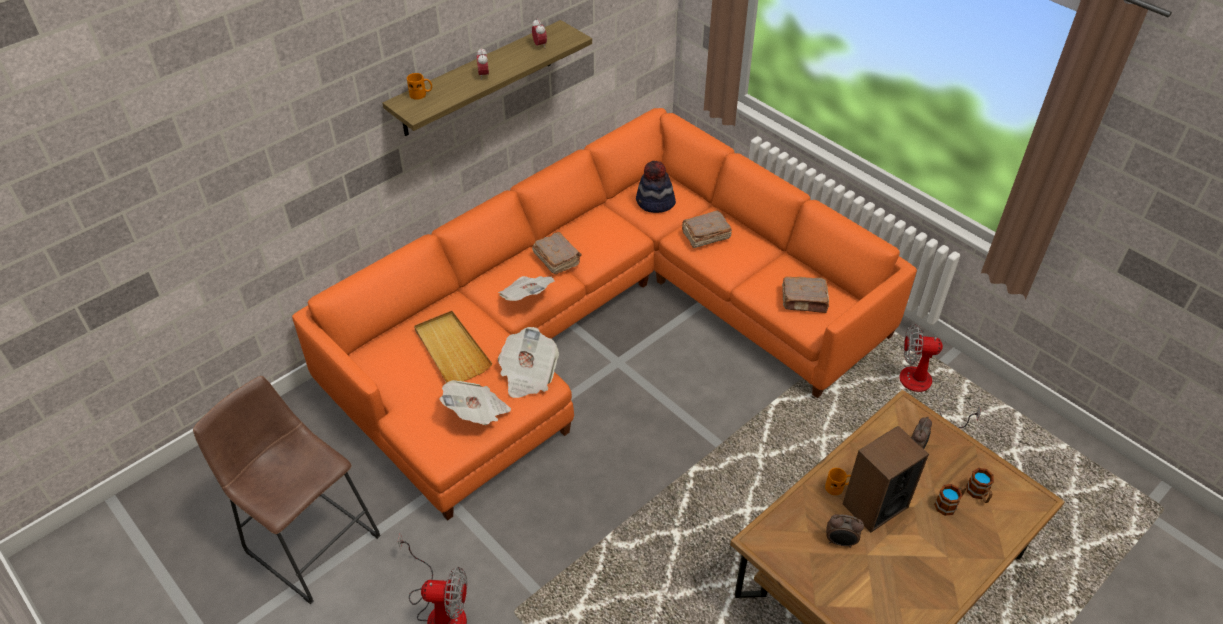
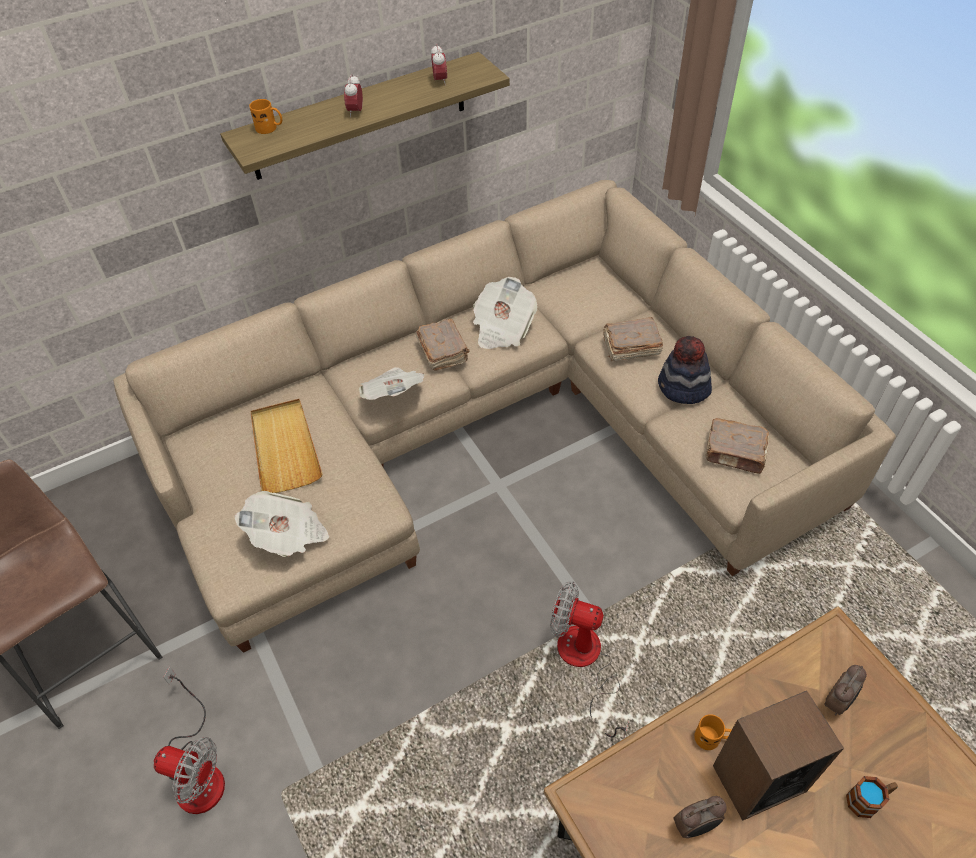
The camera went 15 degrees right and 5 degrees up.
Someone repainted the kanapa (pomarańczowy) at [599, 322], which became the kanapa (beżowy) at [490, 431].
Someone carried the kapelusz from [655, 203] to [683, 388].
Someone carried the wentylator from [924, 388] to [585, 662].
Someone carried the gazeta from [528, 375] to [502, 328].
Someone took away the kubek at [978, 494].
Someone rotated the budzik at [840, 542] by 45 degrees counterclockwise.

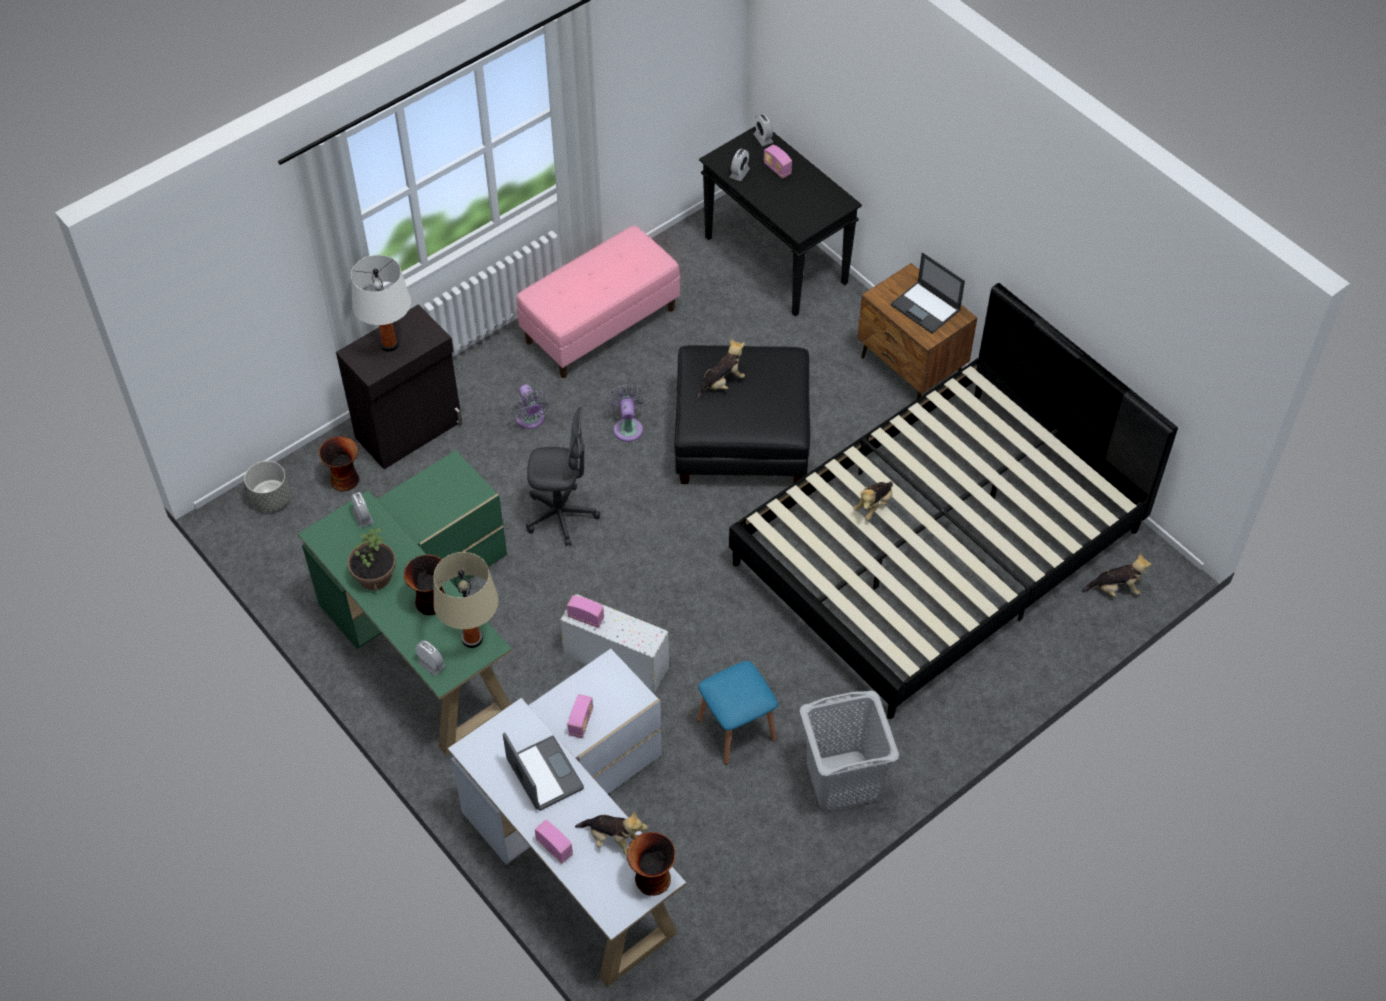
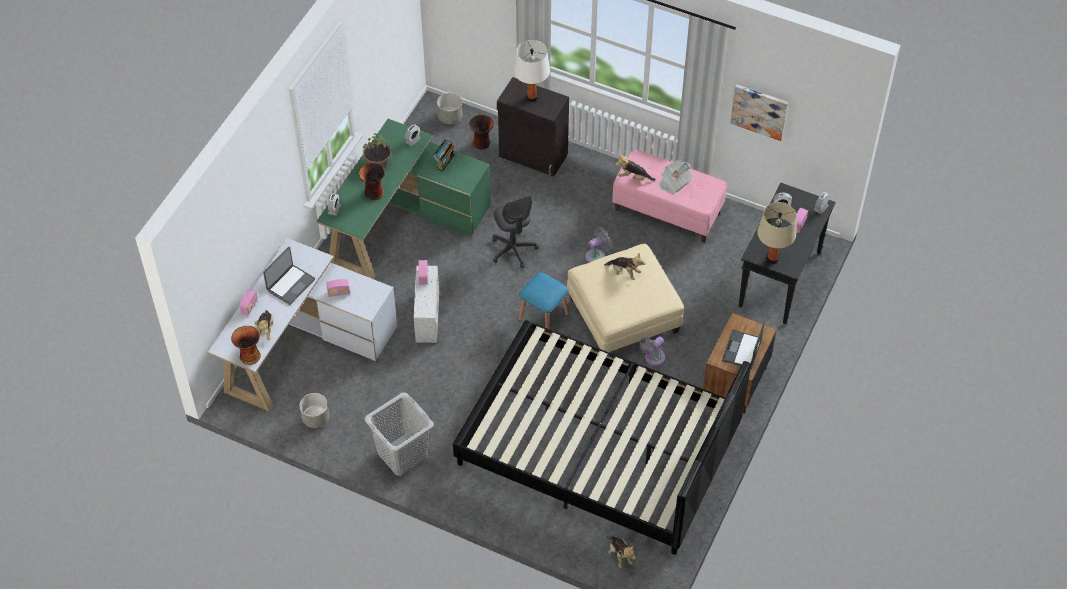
The camera went 65 degrees right and 0 degrees up.
Someone repainted the pufa (czarny) at [741, 437], which became the pufa (beżowy) at [623, 315].
Someone carried the wentylator (szary) from [531, 420] to [653, 359].
Someone carried the pluszak from [874, 505] to [633, 177].
Someone carried the lampa stołowa (beżowy) from [472, 639] to [772, 258].
Someone carried the stołek (niebieski) from [736, 729] to [543, 317].
Someone put up the obraz at [759, 111].
Someone put down the radio at [444, 161].
Someone put down the gazeta at [673, 183].
Someone put down the donica (szary) at [316, 418].

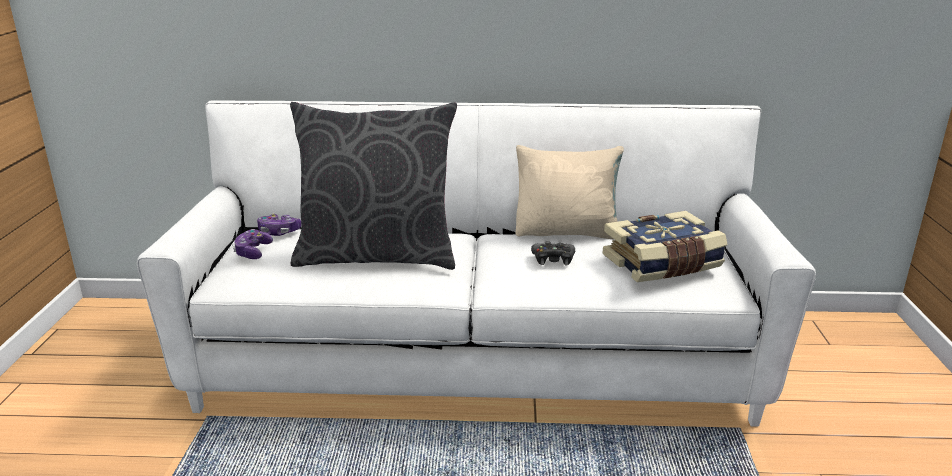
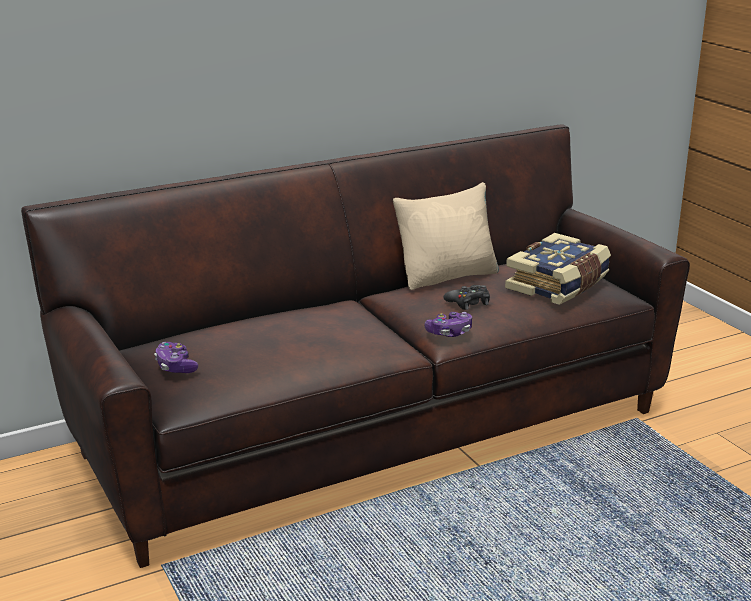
The camera went 30 degrees left and 0 degrees up.
Someone repainted the kanapa (biały) at [476, 361], which became the kanapa (brązowy) at [375, 432].
Someone took away the poduszka (szary) at [377, 256].
Someone carried the pad do gier from [279, 232] to [449, 332].

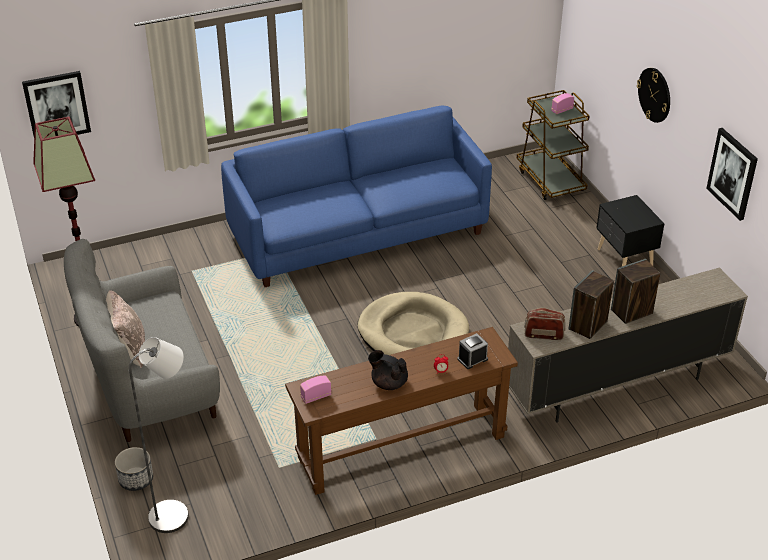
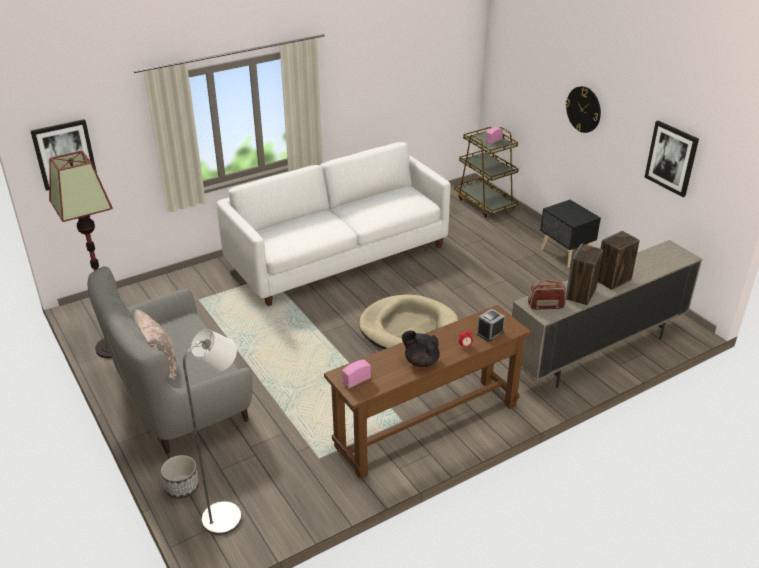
The camera went 10 degrees left and 5 degrees down.
Someone repainted the kanapa (niebieski) at [358, 233], which became the kanapa (biały) at [338, 256].

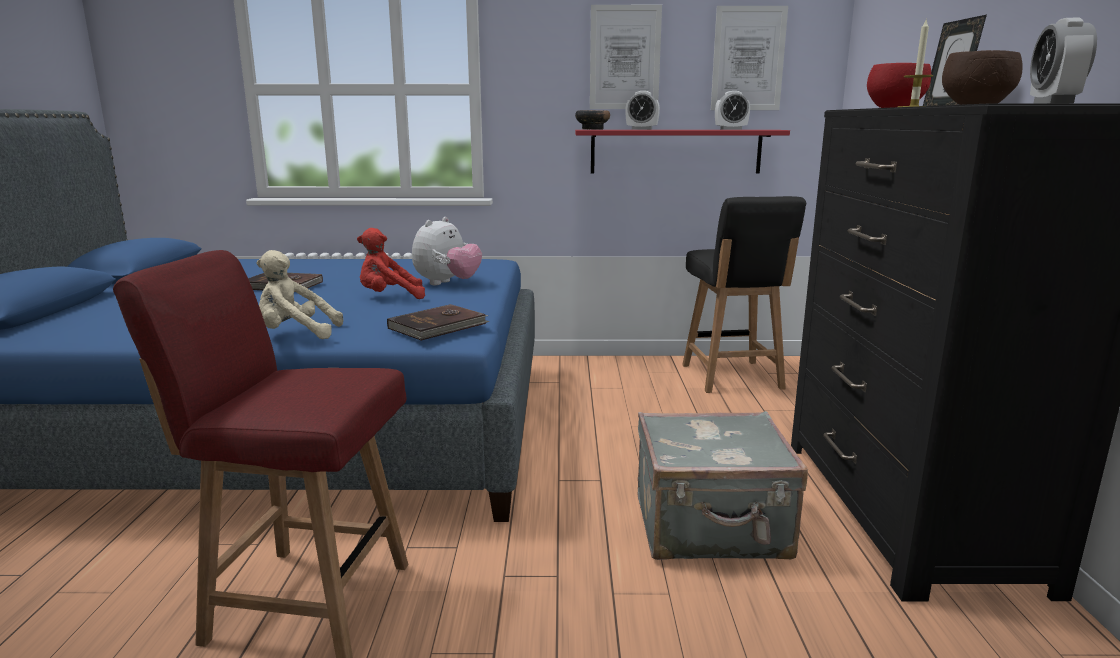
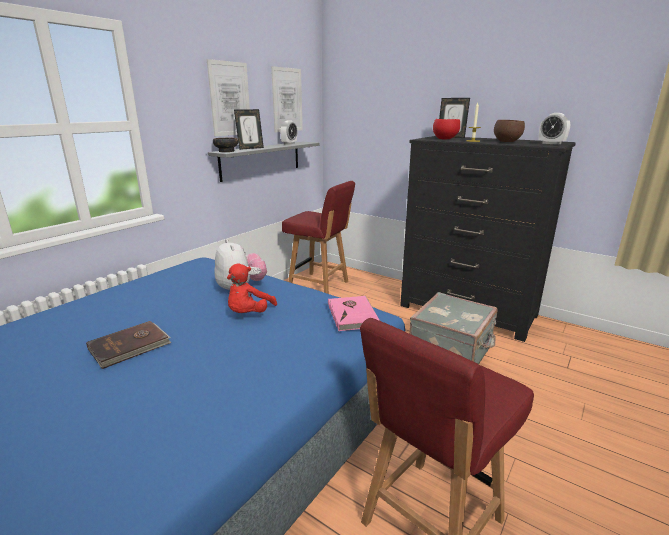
The camera went 55 degrees left and 5 degrees up.
Someone swapped the budzik at [641, 129] for the ramka na zdjęcie at [250, 148].
Someone repainted the półka (czerwony) at [675, 151], which became the półka (szary) at [261, 160].
Someone repainted the krzesło (czarny) at [732, 377], which became the krzesło (czerwony) at [319, 285].
Someone took away the pluszak (beżowy) at [296, 334].
Someone repainted the książka (brązowy) at [439, 326], which became the książka (różowy) at [353, 315].

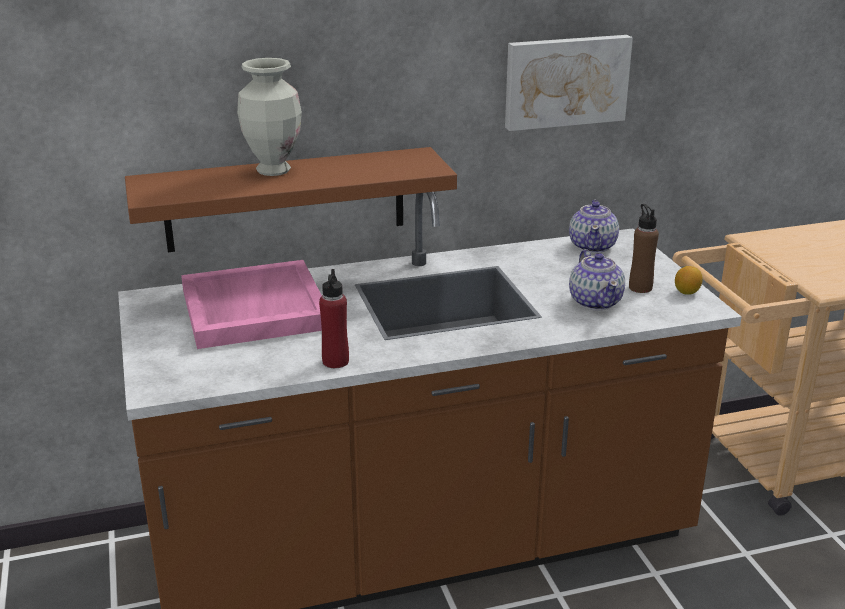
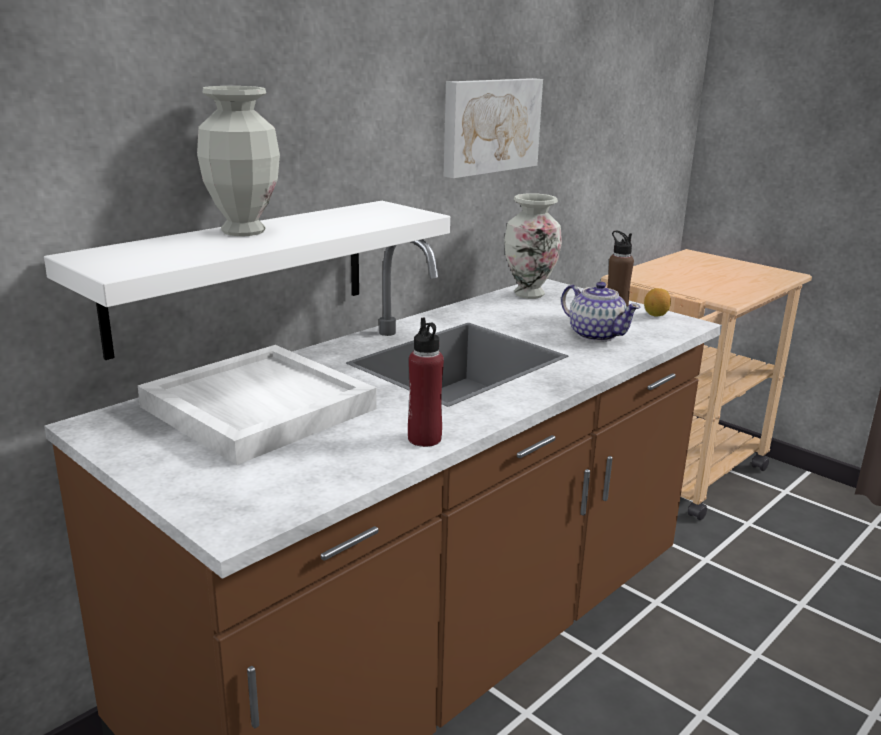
The camera went 30 degrees left and 5 degrees down.
Someone repainted the półka (brązowy) at [286, 199], which became the półka (biały) at [242, 274].
Someone swapped the imbryk at [593, 246] for the wazon at [529, 294].
Someone repainted the taca (różowy) at [252, 309], which became the taca (biały) at [256, 408].

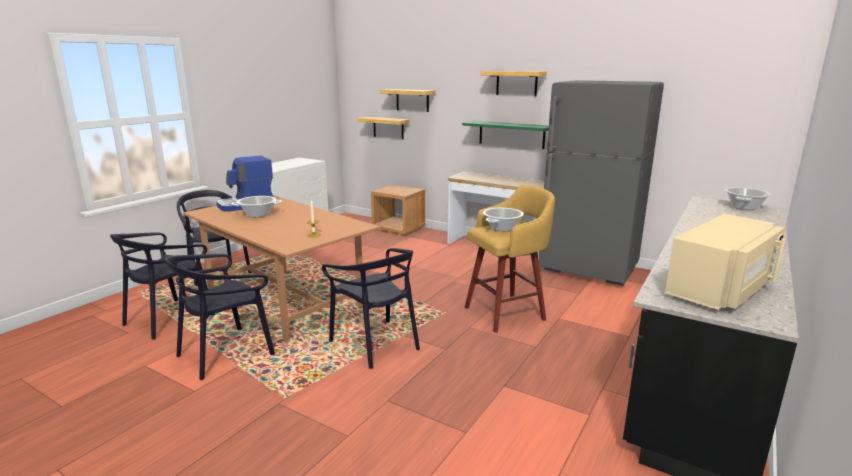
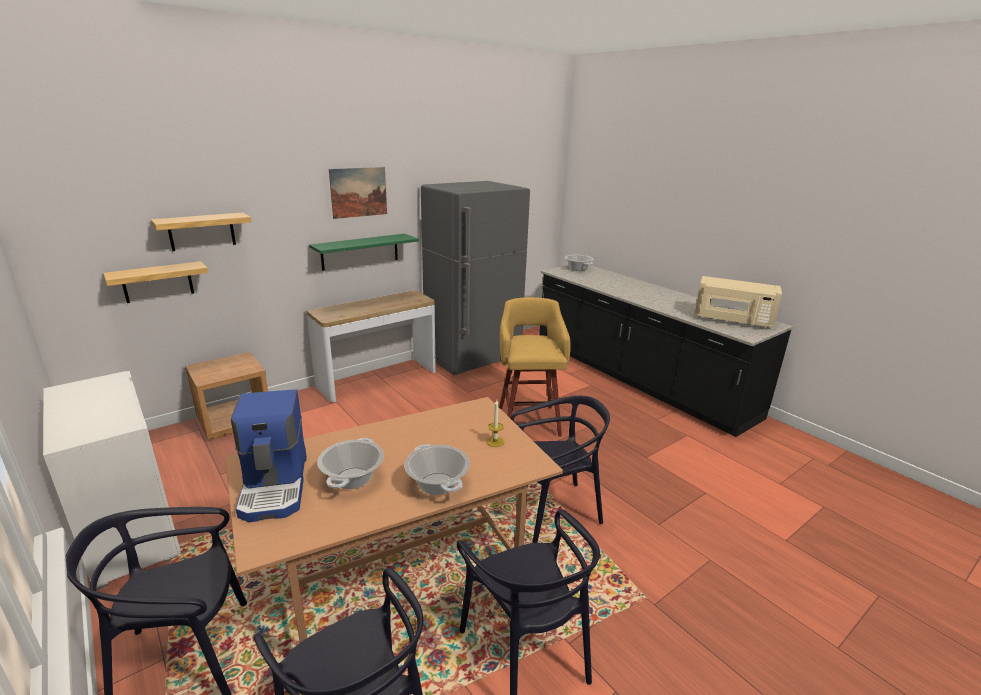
The camera went 70 degrees left and 5 degrees up.
Someone swapped the półka at [516, 83] for the obraz at [358, 192].
Someone carried the garnek from [502, 228] to [438, 484].
Someone rotated the mikrofalówka (beżowy) at [721, 289] by 135 degrees clockwise.

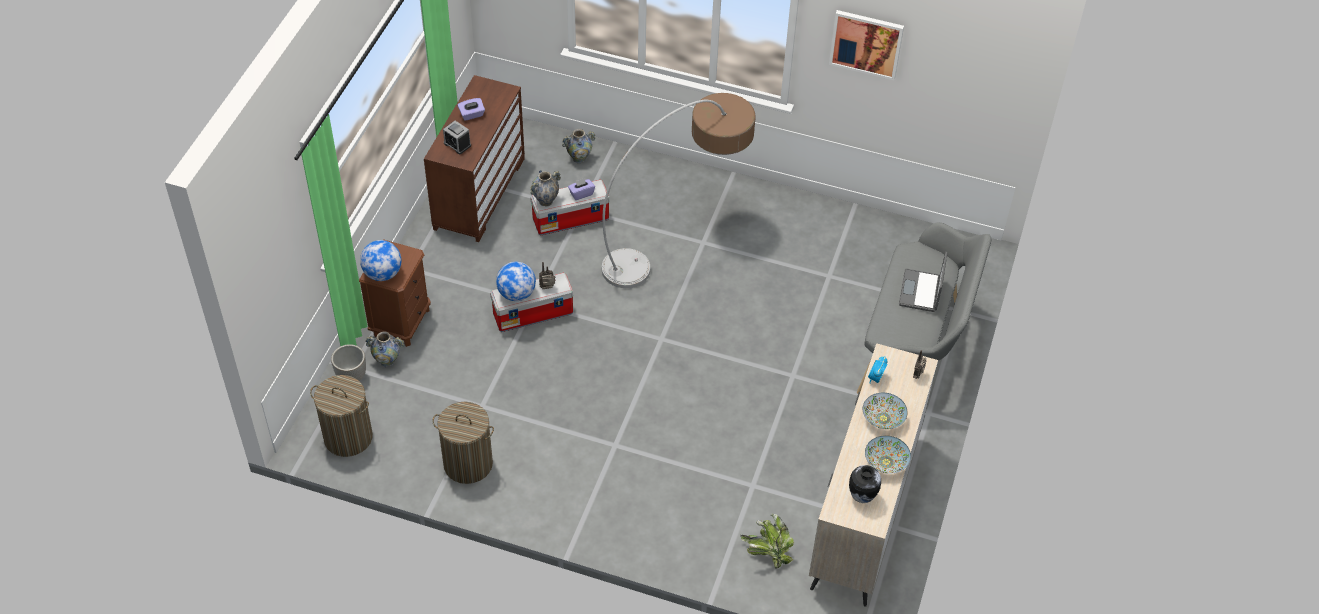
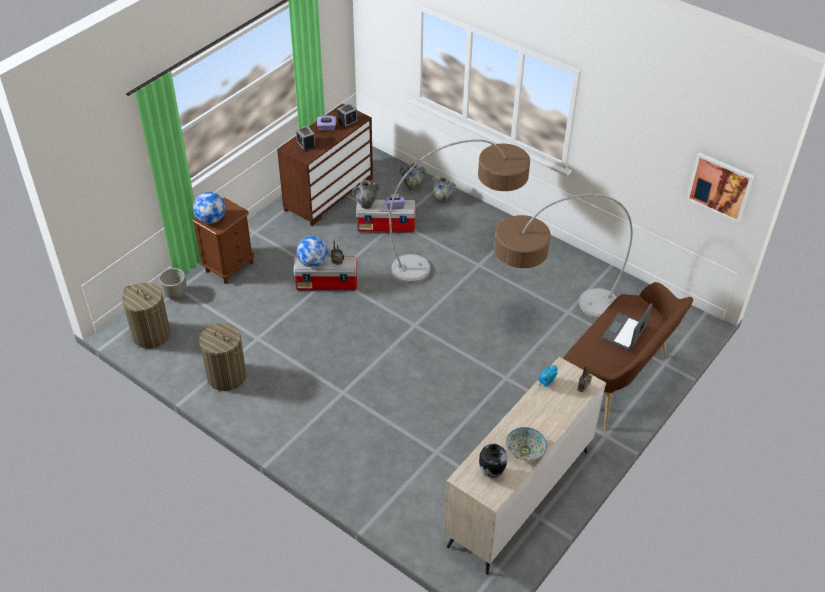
The camera went 20 degrees right and 5 degrees down.
Someone carried the obraz from [866, 44] to [720, 186].
Someone repainted the ławka (szary) at [915, 346], which became the ławka (brązowy) at [616, 381].
Someone carried the wazon from [387, 361] to [442, 201].
Someone took away the miska at [883, 418].
Someone took away the roślina doniczkowa at [767, 552].
Someone put down the budzik at [347, 122].
Someone put down the lampa stojąca at [548, 318].

